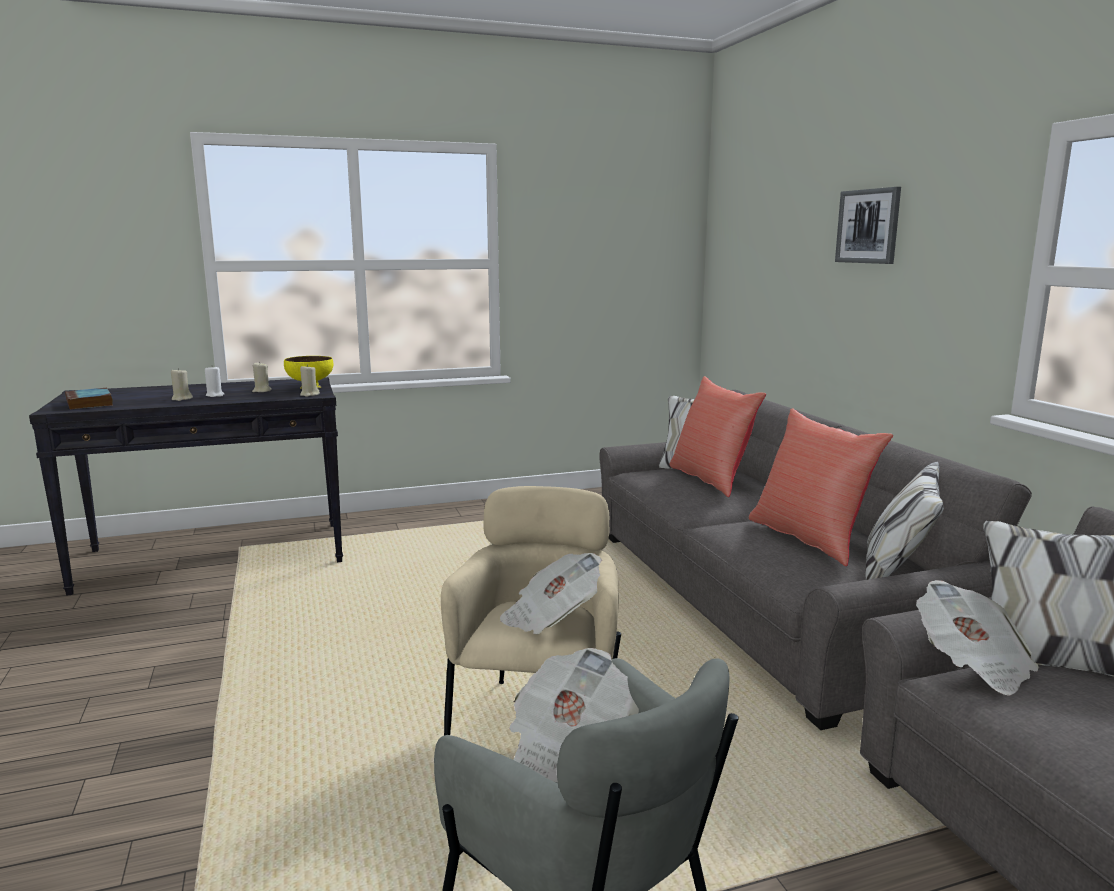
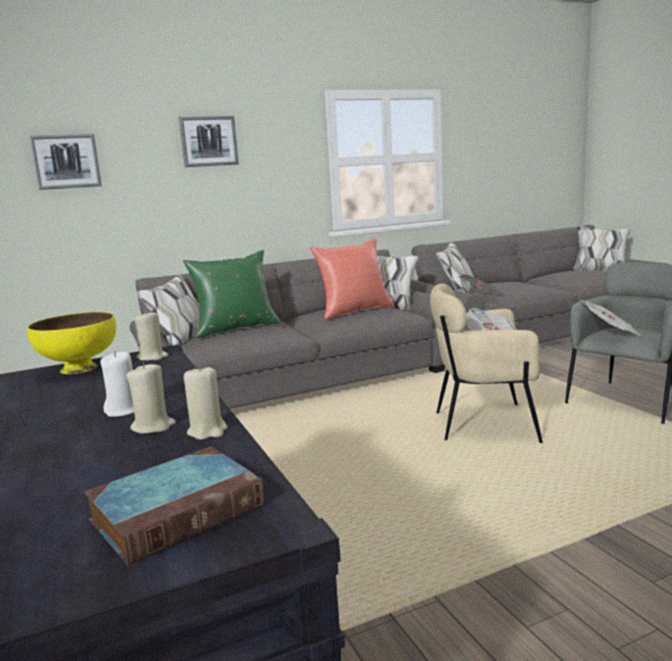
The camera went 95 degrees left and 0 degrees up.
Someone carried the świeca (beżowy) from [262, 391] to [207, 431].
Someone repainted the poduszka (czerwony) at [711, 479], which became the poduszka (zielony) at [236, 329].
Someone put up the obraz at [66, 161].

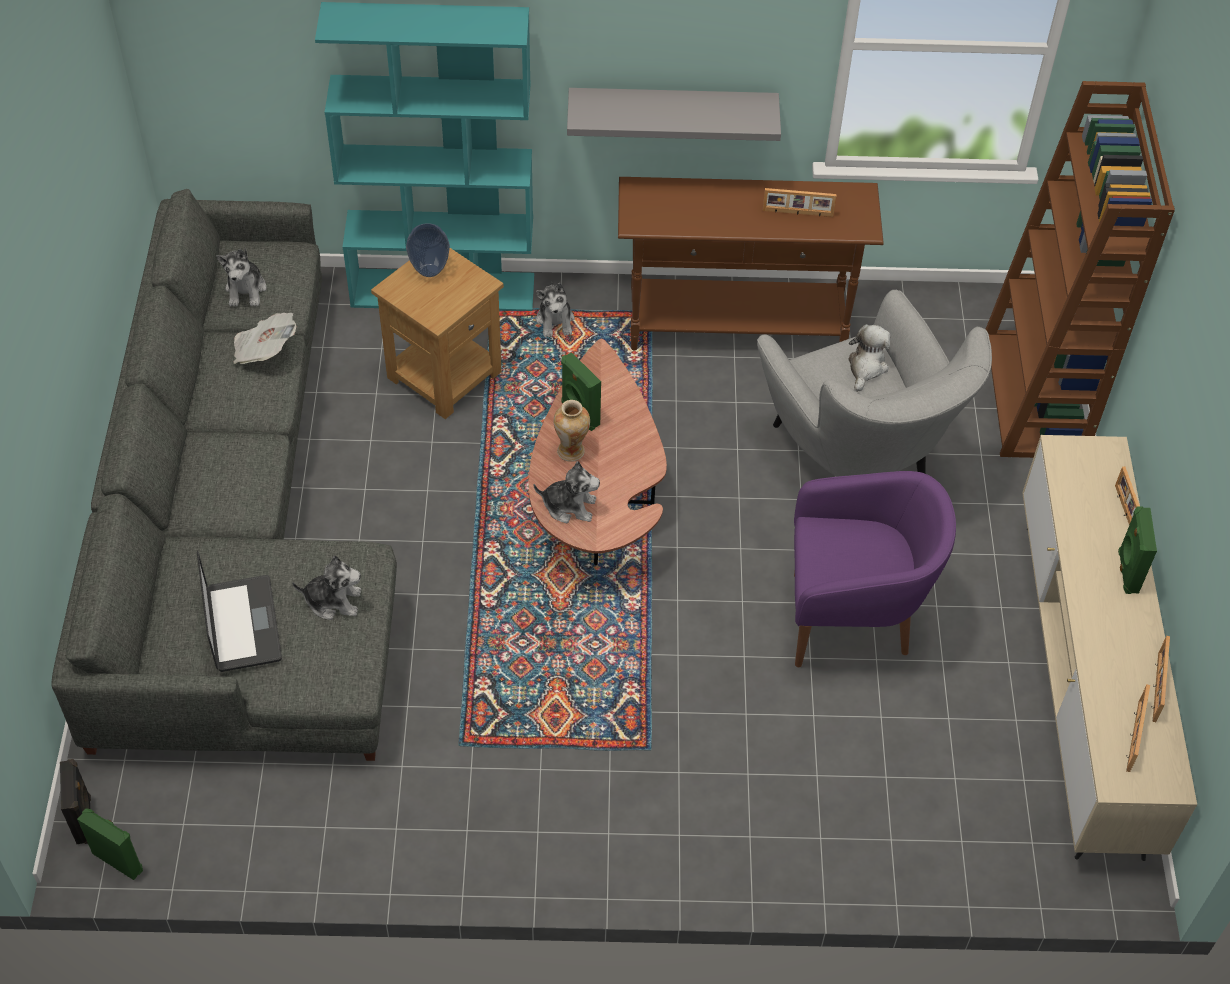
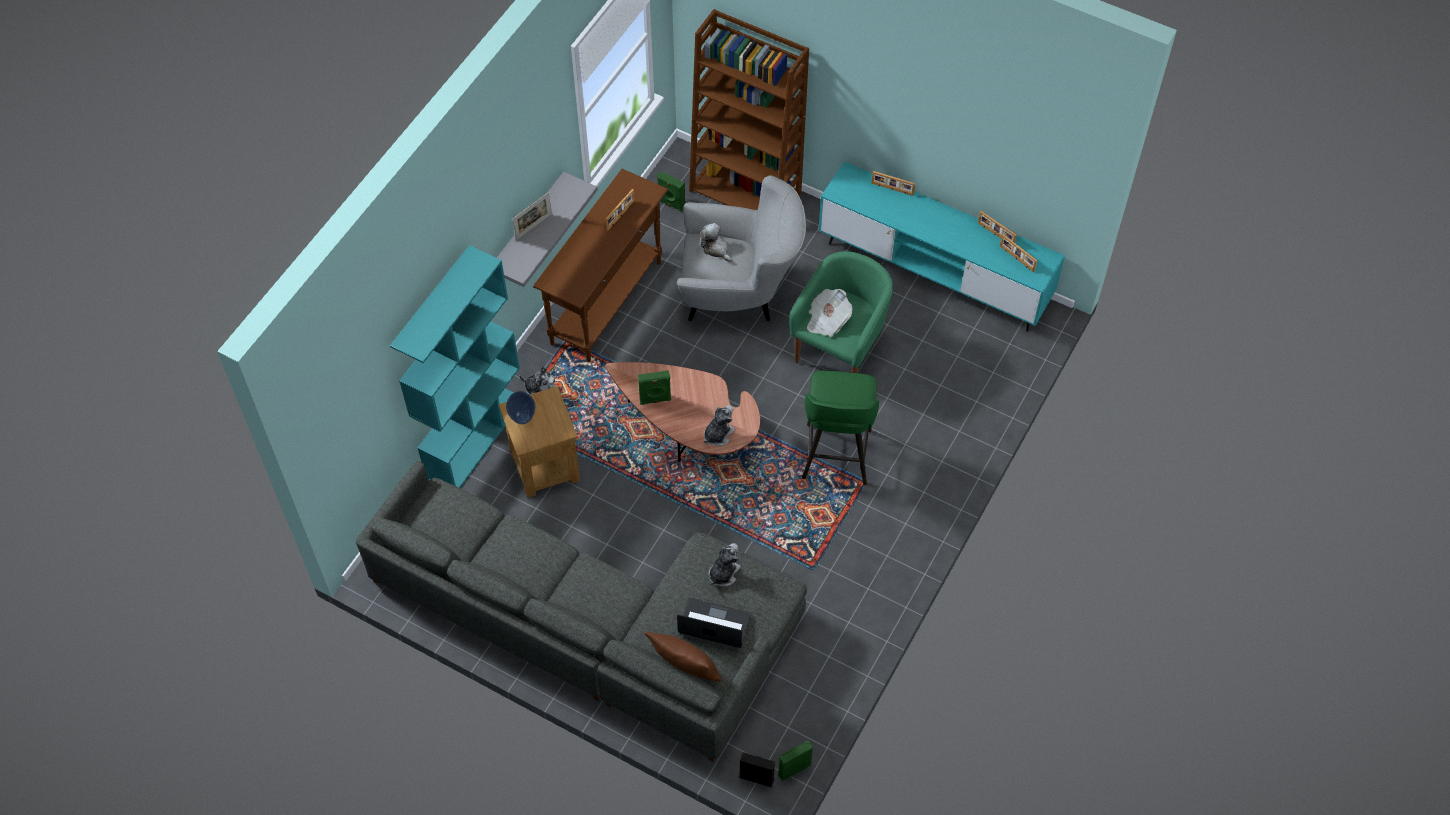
The camera went 60 degrees left and 5 degrees up.
Someone took away the pluszak at [246, 290].
Someone carried the gazeta from [265, 350] to [827, 320].
Someone took away the wazon at [571, 451].
Someone repainted the szafka pod telewizor (beżowy) at [1080, 682], which became the szafka pod telewizor (turkusowy) at [933, 273].
Someone repainted the fotel (fioletowy) at [852, 621], which became the fotel (zielony) at [840, 351].
Someone carried the głośnik (zielony) from [1127, 571] to [671, 204].
Someone put down the ramka na zdjęcie at [533, 226].
Someone put down the stołek (zielony) at [836, 456].
Someone put down the poduszka (brązowy) at [684, 670].

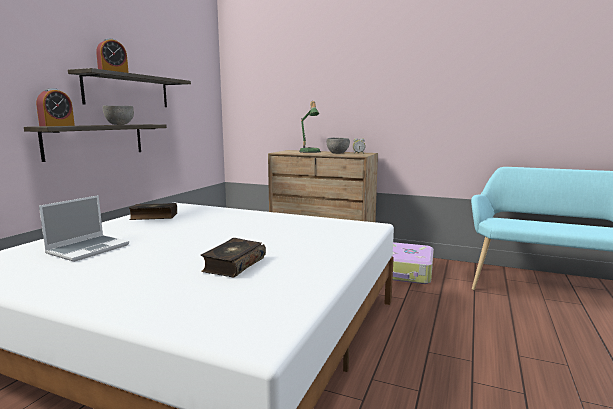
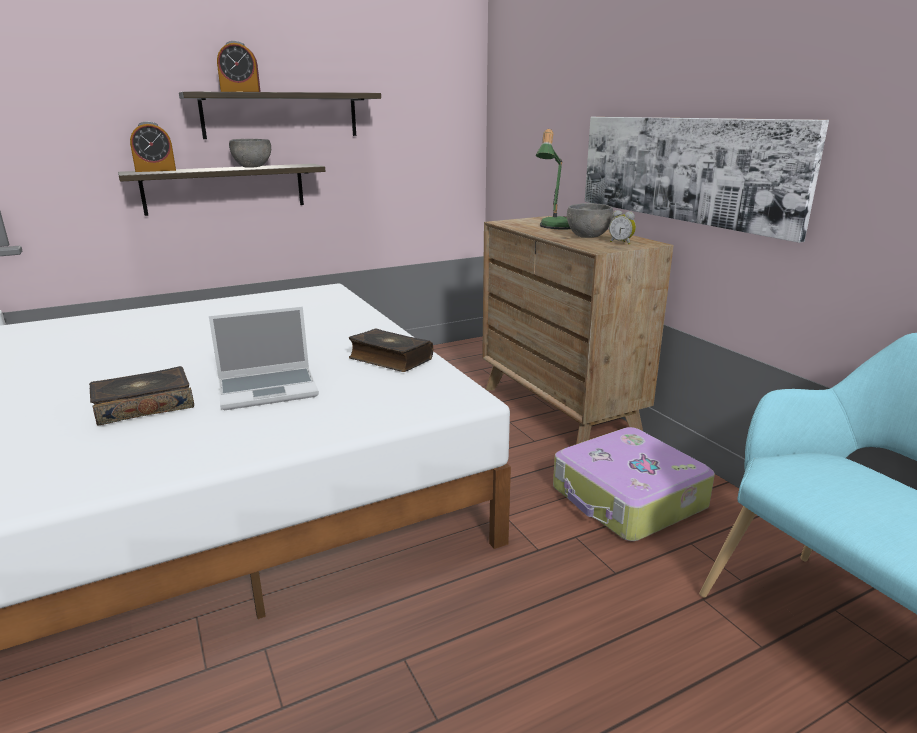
The camera went 40 degrees right and 10 degrees up.
Someone carried the laptop from [89, 249] to [269, 389].
Someone carried the książka from [154, 217] to [389, 359].
Someone put up the obraz at [683, 169].

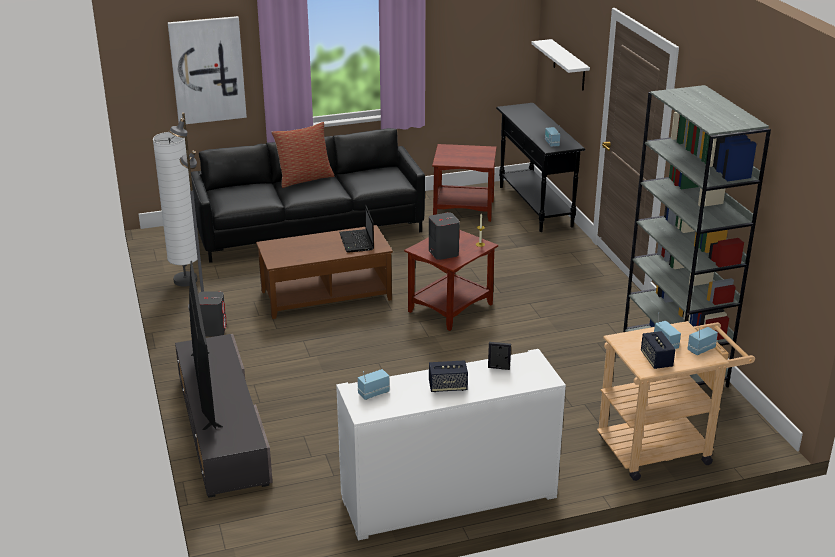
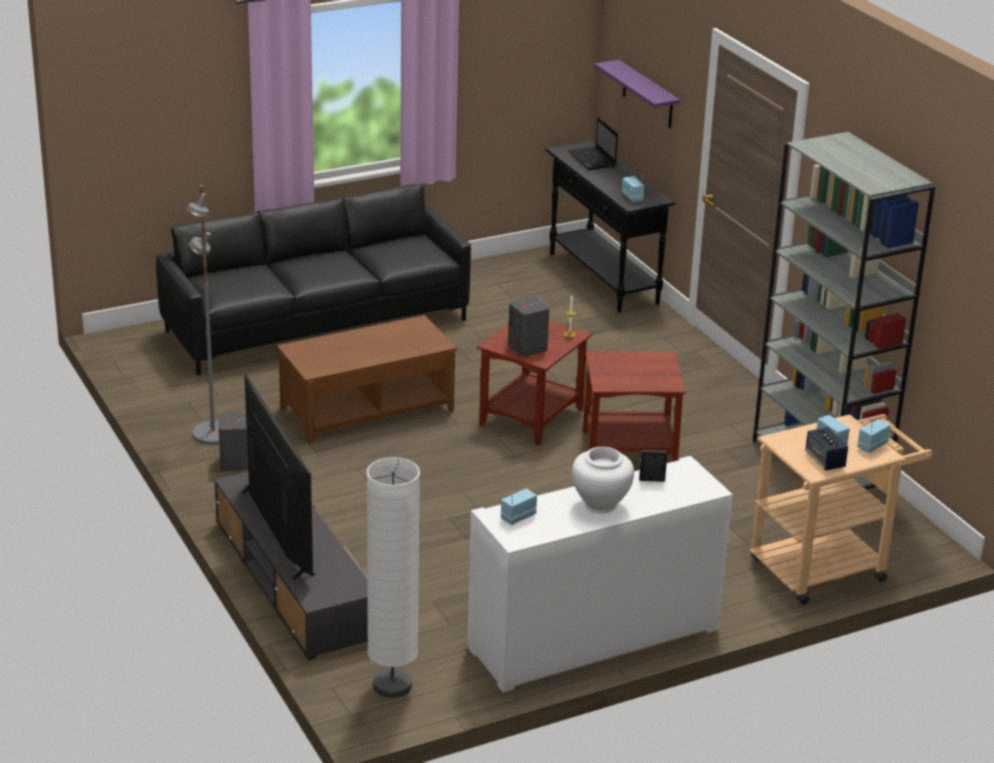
The camera went 10 degrees left and 0 degrees up.
Someone took away the obraz at [207, 70].
Someone repainted the półka (biały) at [569, 65], which became the półka (fioletowy) at [648, 95].
Someone took away the poduszka at [304, 179].
Someone carried the lampa stojąca (biały) from [185, 280] to [392, 686].
Someone carried the stolik (brązowy) from [463, 209] to [629, 449].
Someone carried the laptop from [357, 242] to [592, 160].
Someone swapped the głośnik at [447, 387] for the wazon (biały) at [600, 505].

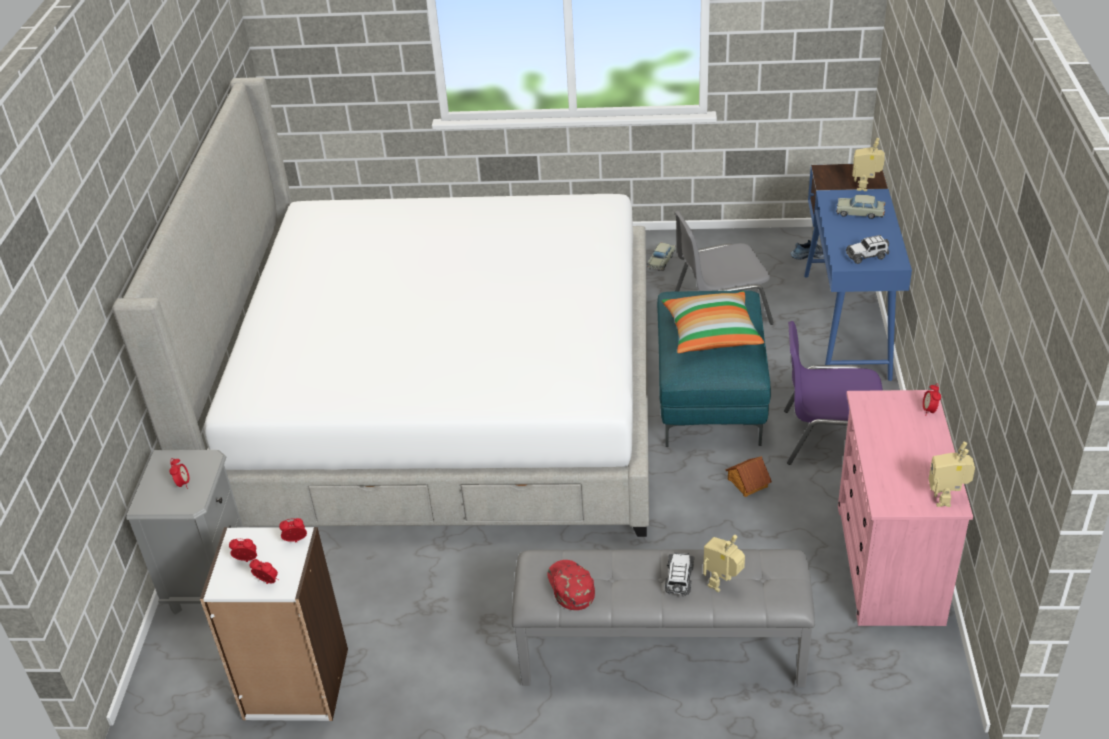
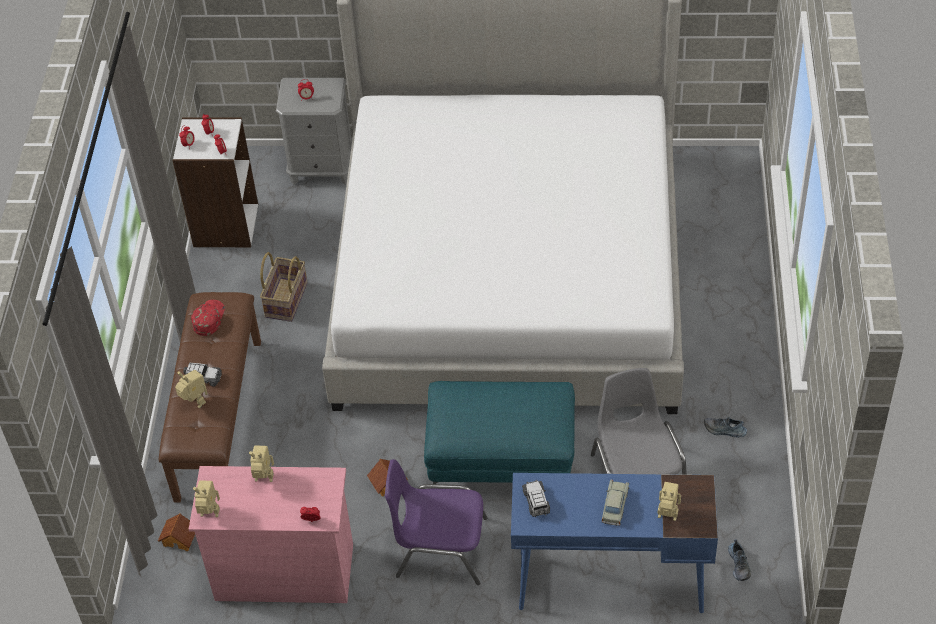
The camera went 90 degrees right and 10 degrees up.
Someone swapped the samochodzik (beżowy) at [661, 261] for the but at [724, 430].
Someone took away the poduszka at [711, 334].
Someone rotated the krzesło (fioletowy) at [829, 438] by 90 degrees counterclockwise.
Someone repainted the ławka (szary) at [661, 654], which became the ławka (brązowy) at [217, 418].
Someone rotated the czapka z daszkiem (czerwony) at [570, 586] by 60 degrees counterclockwise.
Someone put down the koszyk at [285, 300].
Someone put down the robot zabawkowy at [263, 480].
Someone put down the domek at [180, 538].

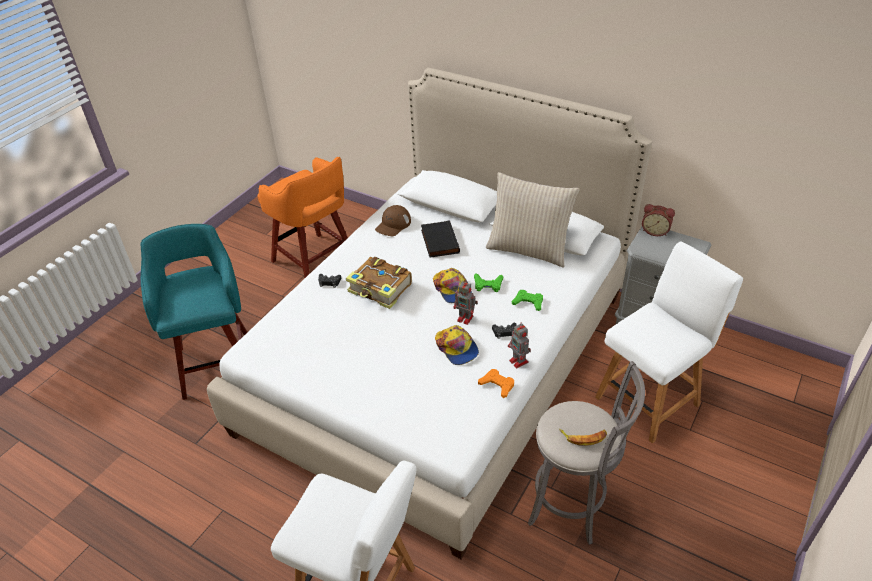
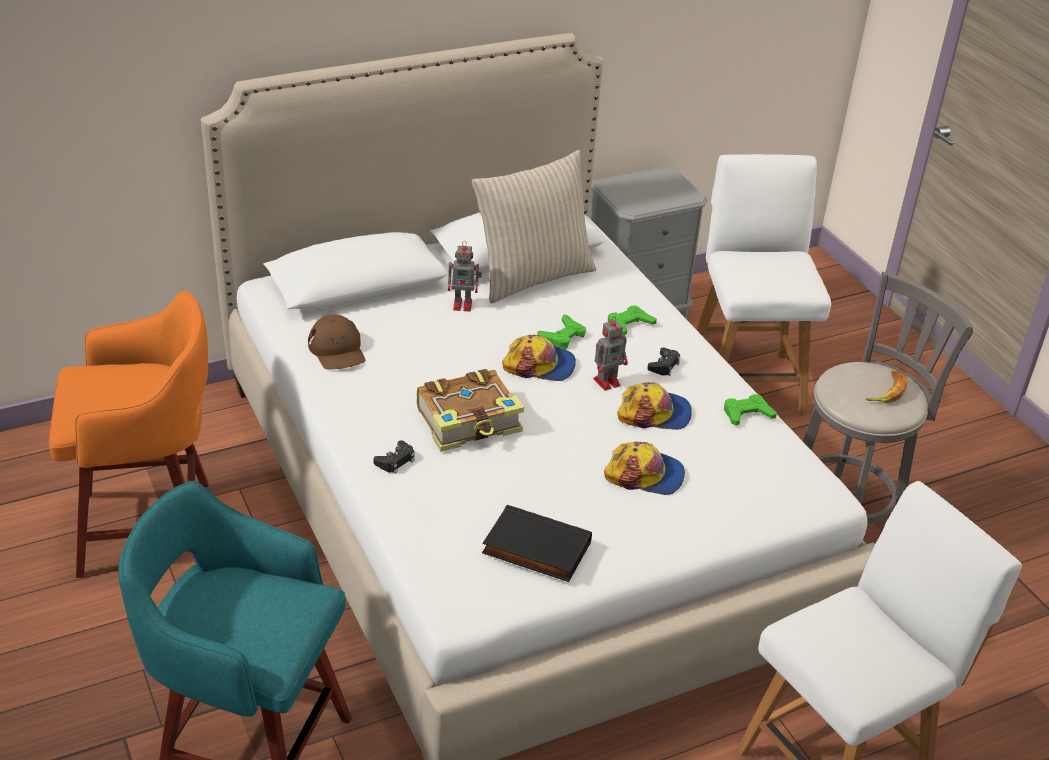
The camera went 60 degrees left and 5 degrees down.
Someone took away the budzik at [655, 231].
Someone carried the książka (czarny) from [438, 241] to [535, 549].
Someone carried the robot zabawkowy from [519, 362] to [464, 305].
Someone repainted the pad do gier (pomarańczowy) at [497, 385], which became the pad do gier (zielony) at [747, 414].
Someone put down the czapka z daszkiem at [645, 475].

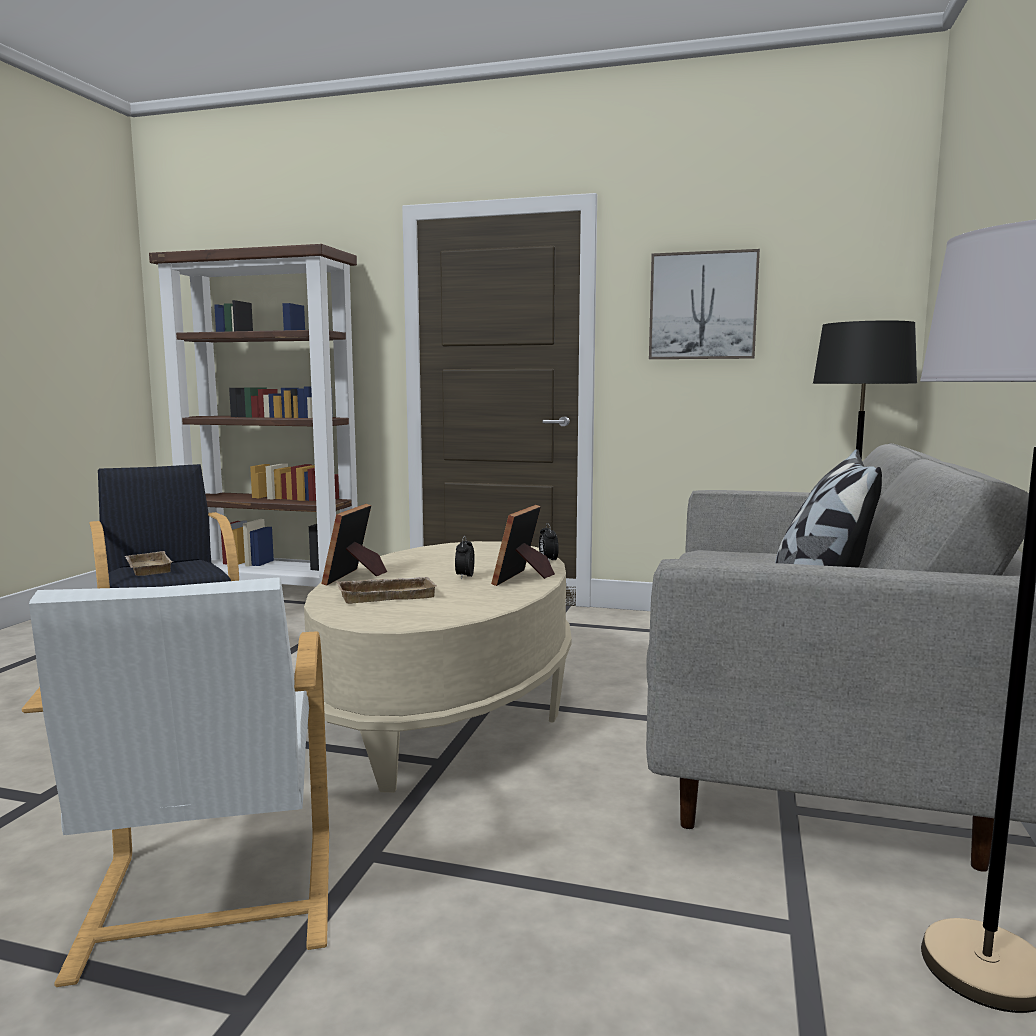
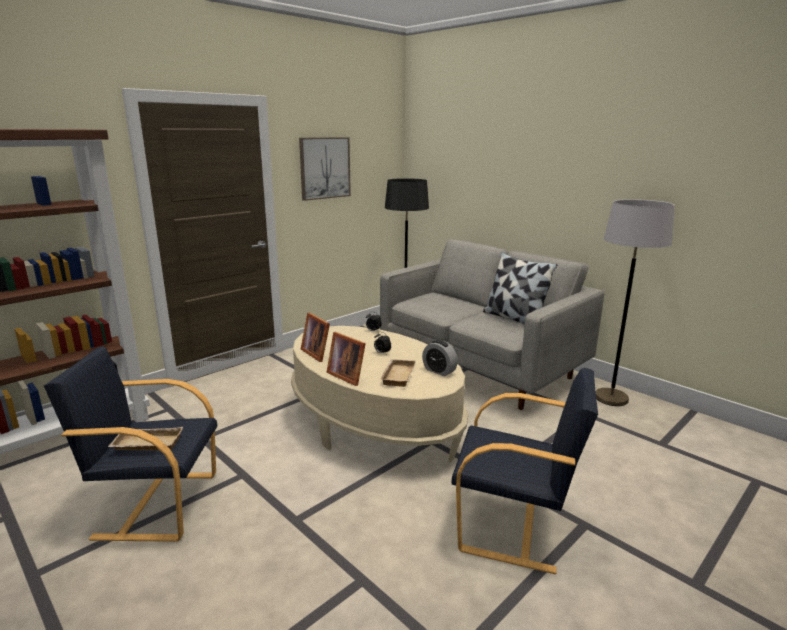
The camera went 60 degrees left and 10 degrees up.
Someone carried the ramka na zdjęcie from [523, 578] to [317, 353].
Someone repainted the fotel (biały) at [209, 903], which became the fotel (czarny) at [513, 525].
Someone put down the budzik at [439, 371].

